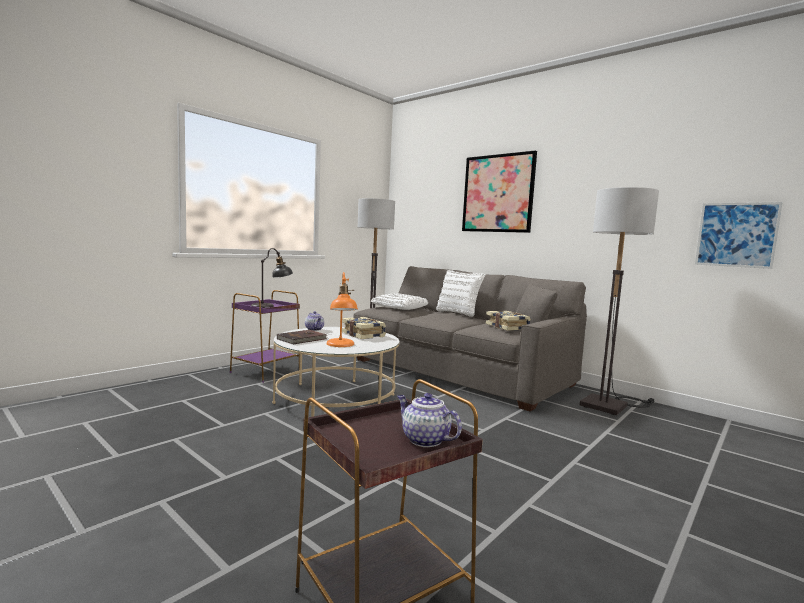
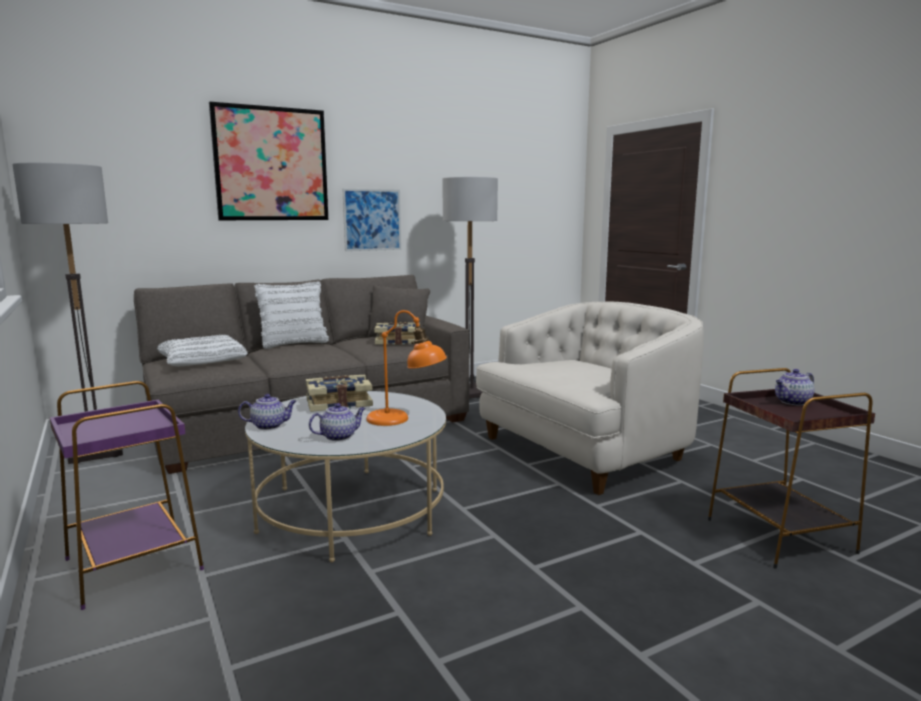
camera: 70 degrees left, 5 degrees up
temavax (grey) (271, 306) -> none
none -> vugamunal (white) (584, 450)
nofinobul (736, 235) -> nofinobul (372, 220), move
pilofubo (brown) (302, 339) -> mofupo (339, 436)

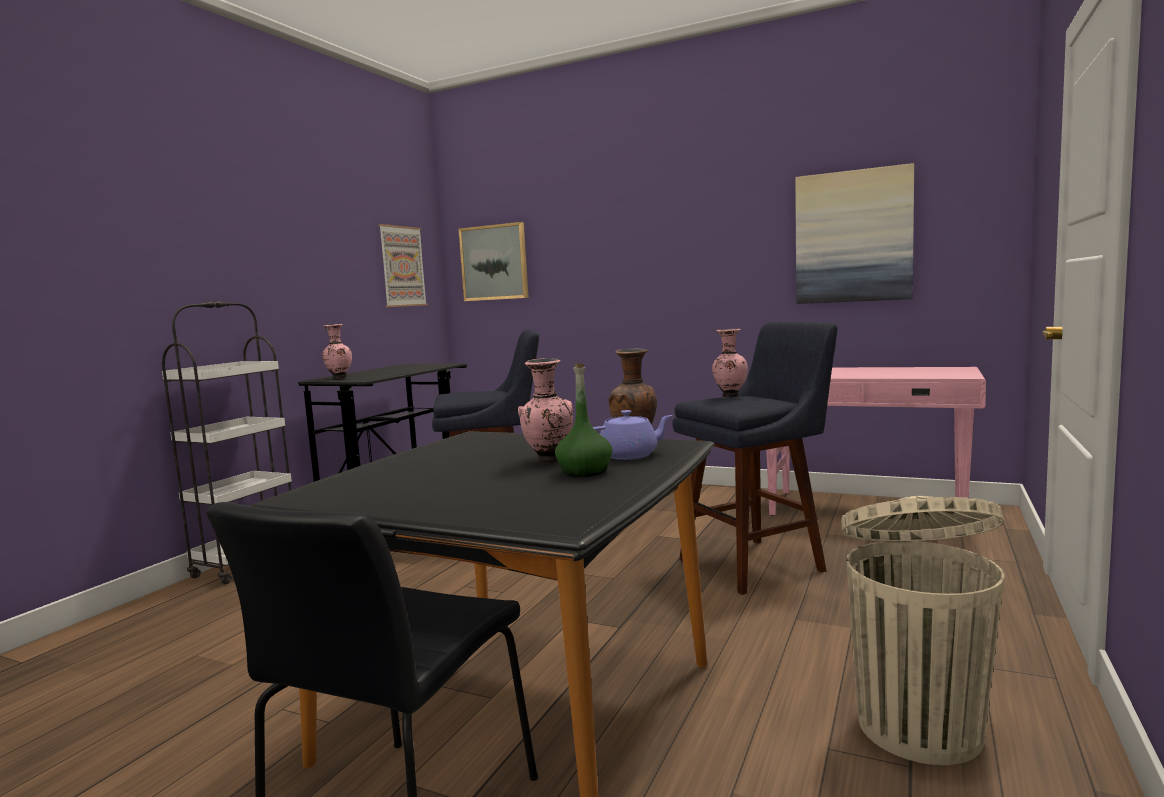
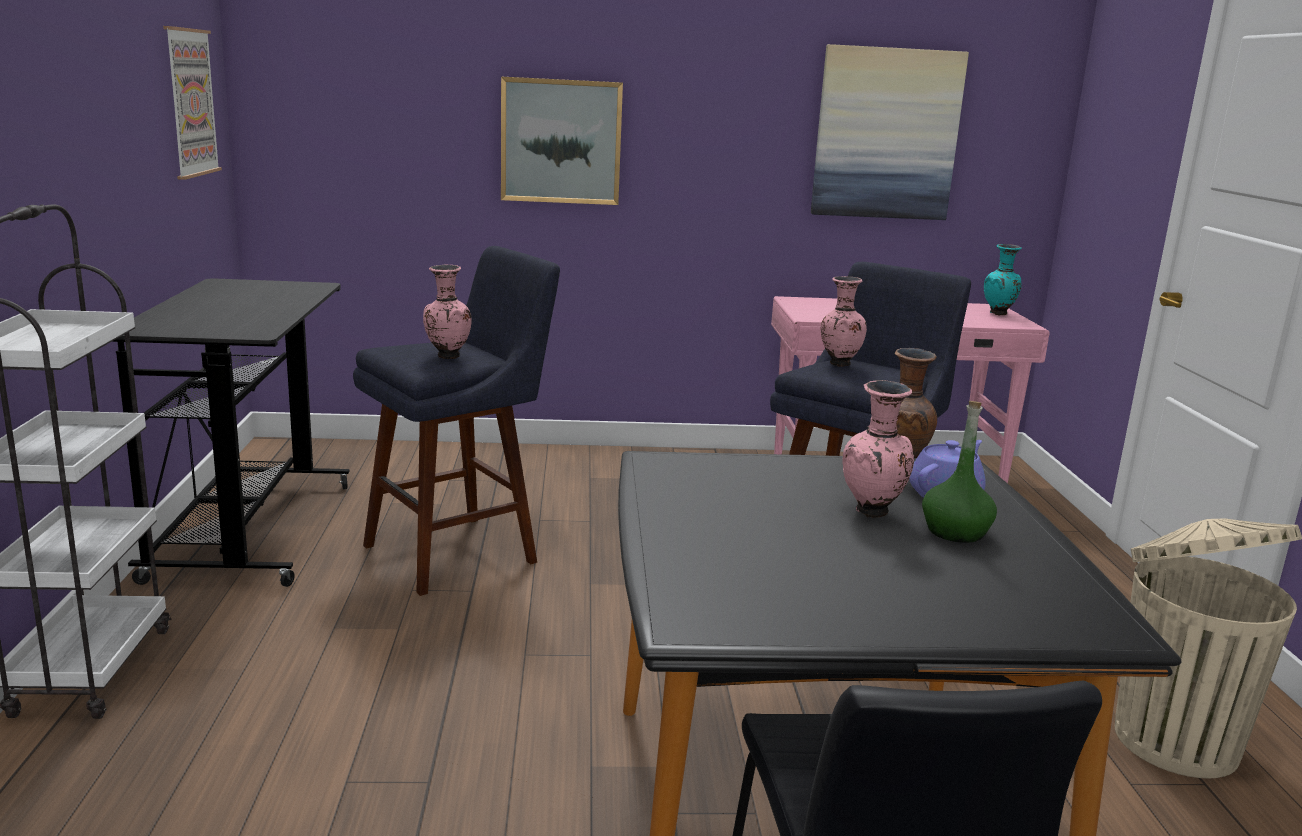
camera: 30 degrees left, 10 degrees up
none -> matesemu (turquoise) (998, 314)
matesemu (pink) (338, 378) -> matesemu (pink) (446, 356), move
nofinobul (494, 262) -> nofinobul (561, 141), move

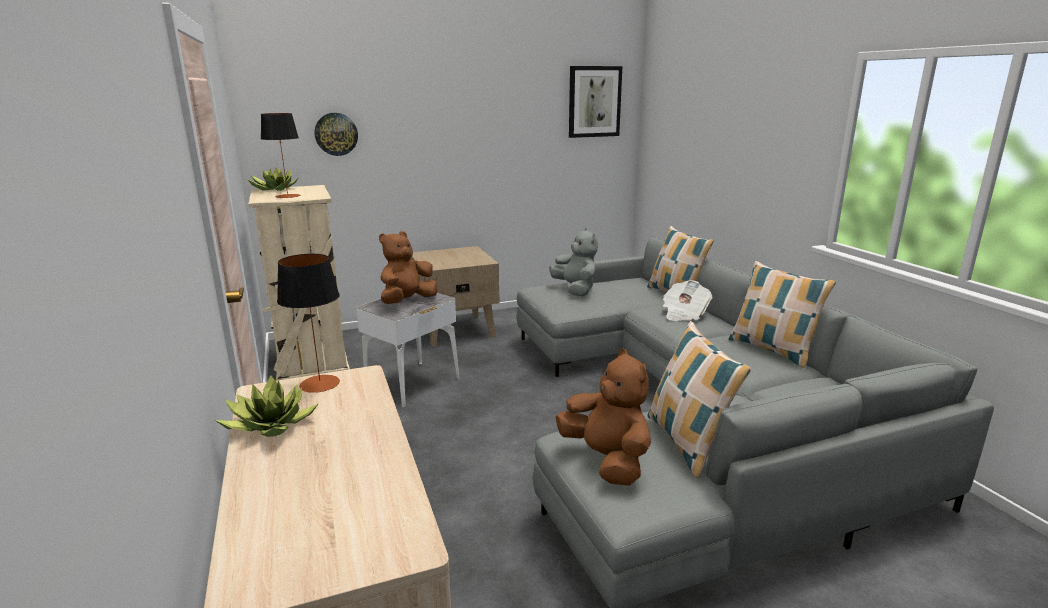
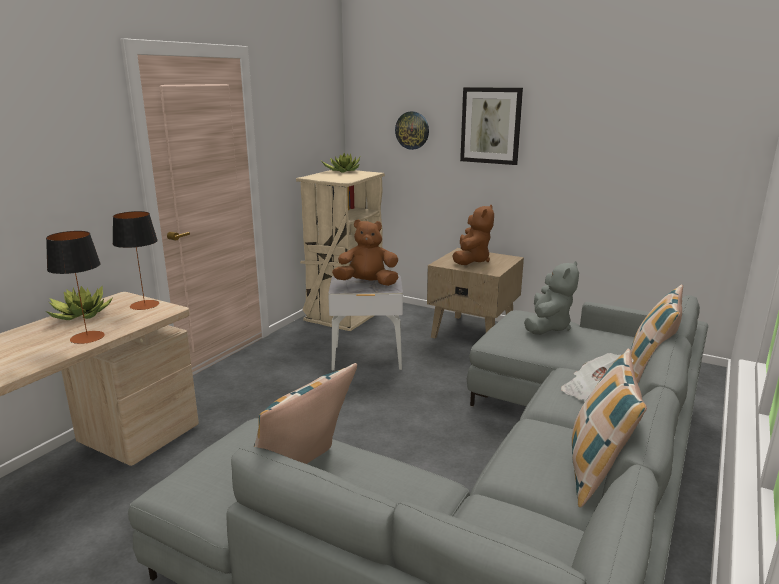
camera: 50 degrees right, 0 degrees up
temavax (287, 196) -> temavax (87, 337), move
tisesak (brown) (607, 460) -> tisesak (brown) (471, 260), move
nofinobul (594, 102) -> nofinobul (491, 125), move

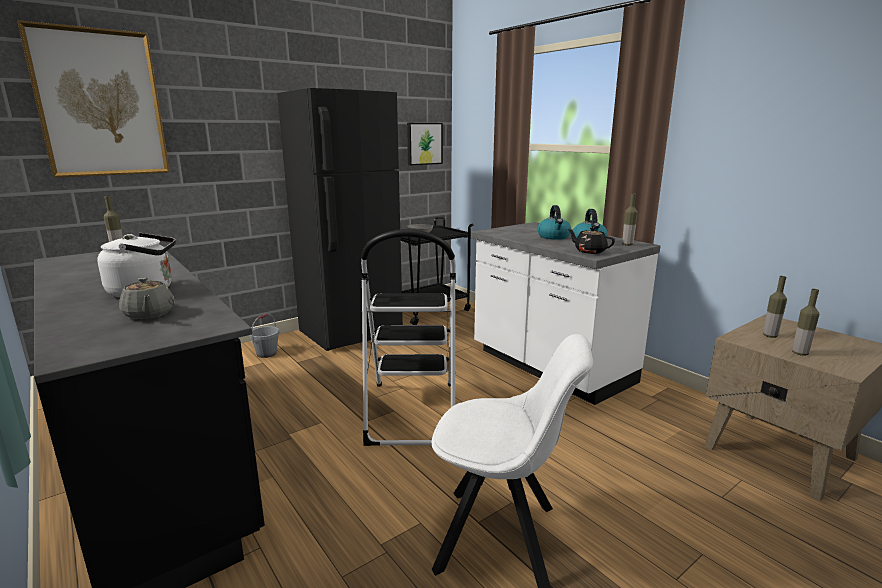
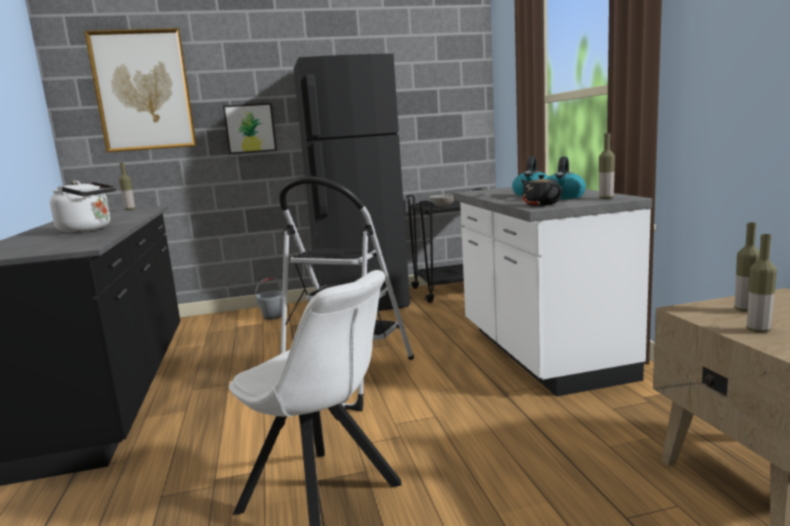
camera: 25 degrees right, 5 degrees down
mofupo (grey) (149, 314) -> none
nofinobul (424, 143) -> nofinobul (250, 128), move

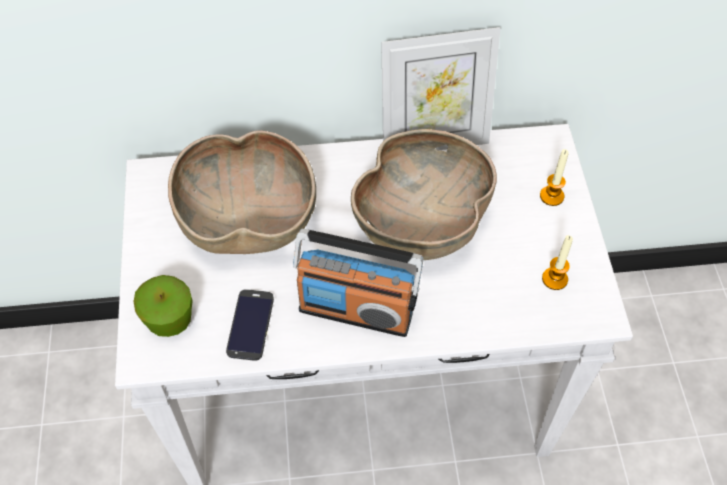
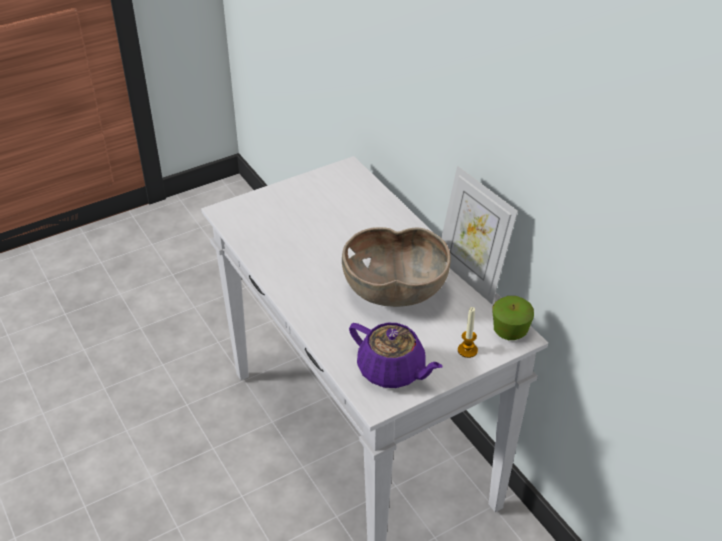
camera: 65 degrees right, 15 degrees down
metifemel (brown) (248, 220) -> none
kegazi (250, 325) -> none
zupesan (356, 310) -> none
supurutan (169, 319) -> supurutan (510, 331), move
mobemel (554, 279) -> mofupo (purple) (392, 371)

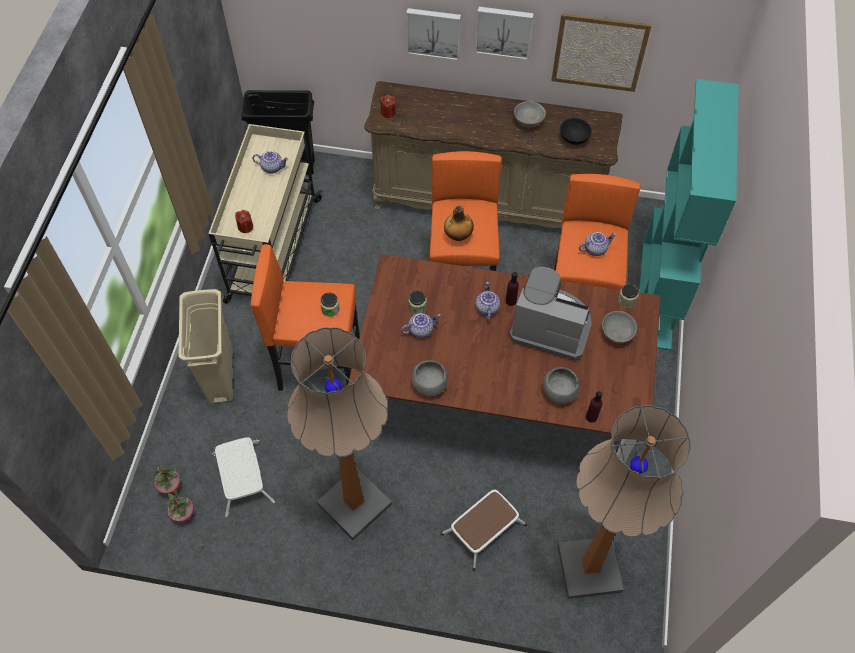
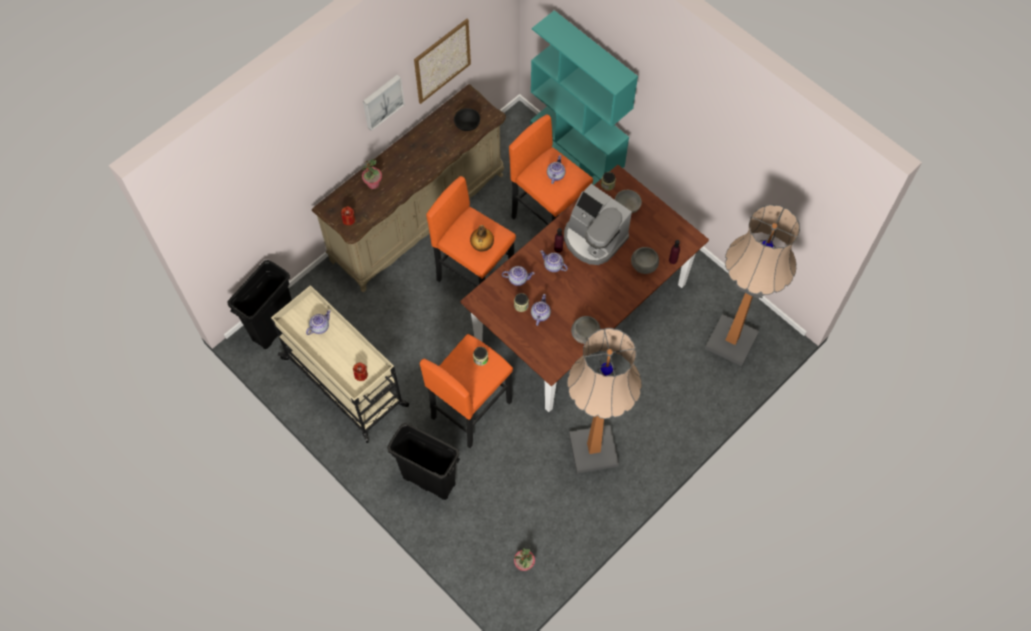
camera: 55 degrees left, 5 degrees up
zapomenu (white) (243, 477) -> none
nofinobul (434, 32) -> none
zapomenu (brown) (483, 529) -> none
metifemel (grey) (528, 121) -> none
none -> mofupo (518, 279)
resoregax (171, 488) -> resoregax (373, 184), move
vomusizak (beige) (220, 376) -> vomusizak (black) (428, 480)
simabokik (550, 325) -> simabokik (593, 238), 105 degrees counterclockwise

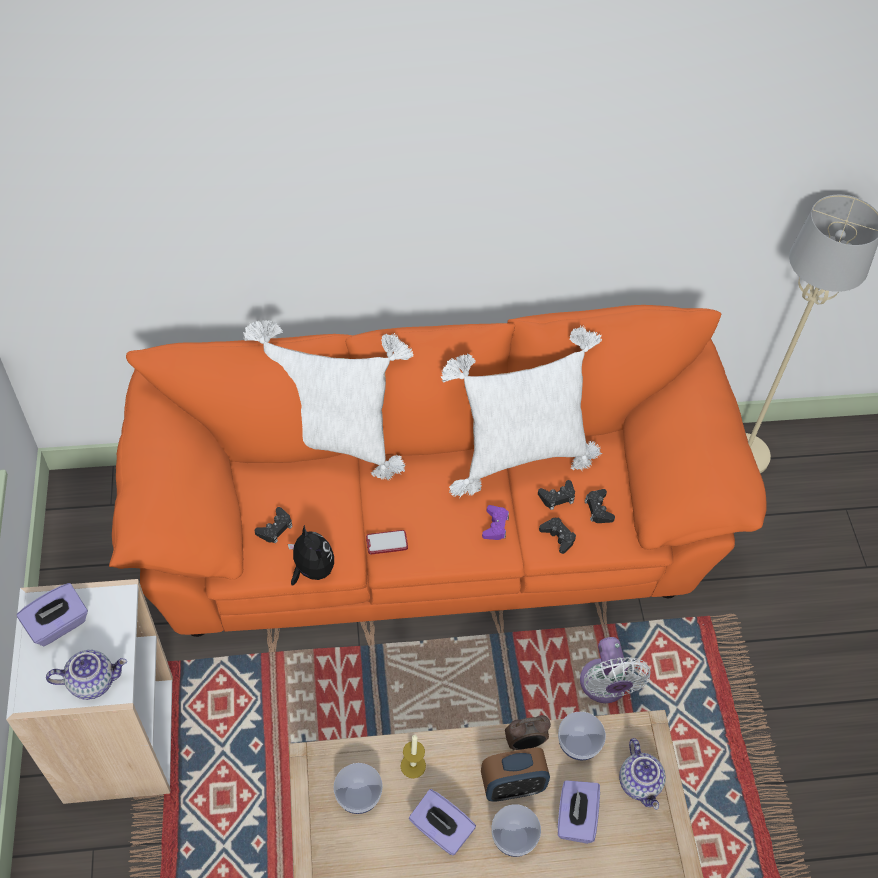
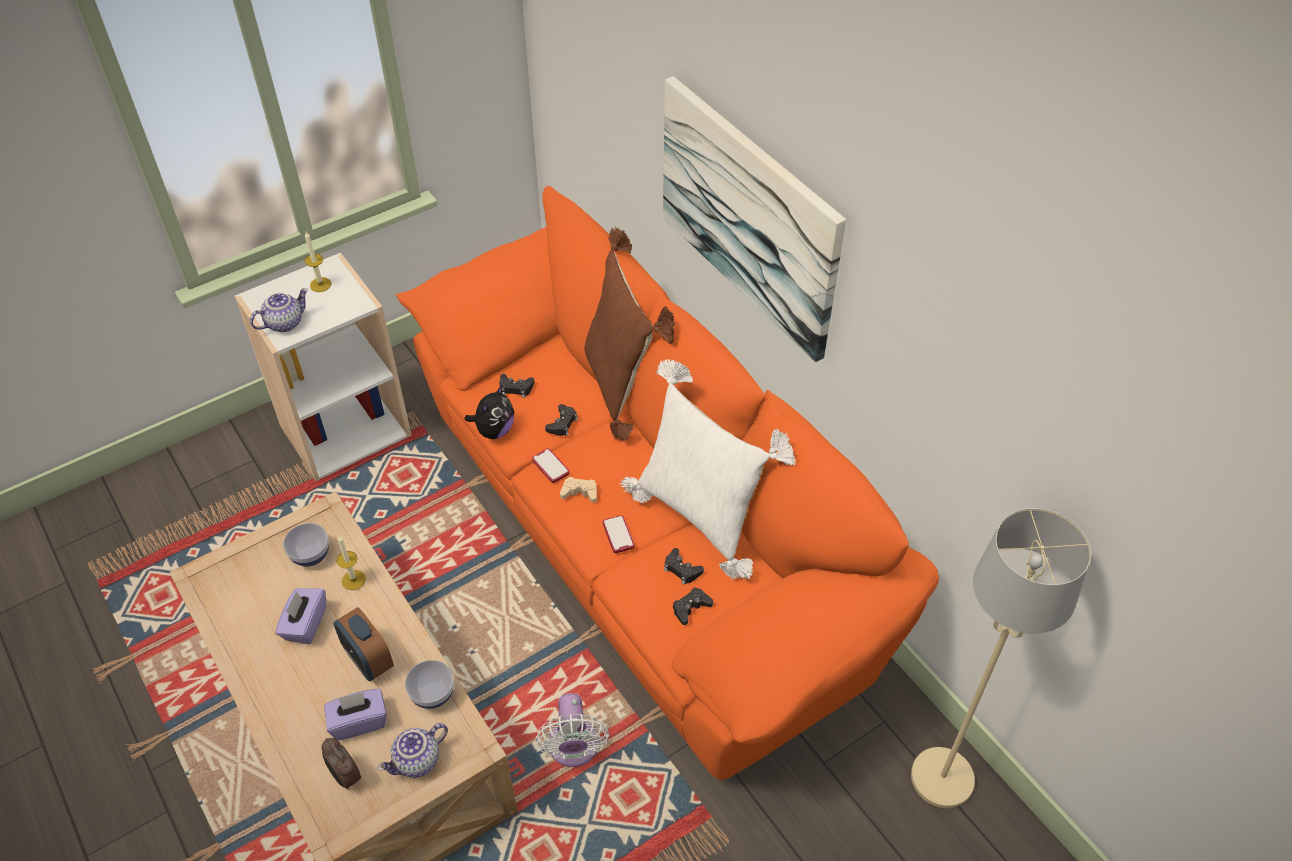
camera: 65 degrees right, 5 degrees down
metifemel (513, 837) -> none
none -> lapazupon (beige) (580, 492)
none -> nofinobul (748, 216)
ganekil (525, 743) -> ganekil (345, 776), move
lapazupon (black) (558, 537) -> lapazupon (black) (562, 423), move
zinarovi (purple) (58, 625) -> mobemel (320, 284)
lapazupon (purple) (495, 525) -> kegazi (618, 535)
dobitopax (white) (329, 448) -> dobitopax (brown) (620, 388)
mofupo (93, 681) -> mofupo (284, 322), 90 degrees counterclockwise
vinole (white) (604, 687) -> vinole (white) (574, 749), 60 degrees counterclockwise

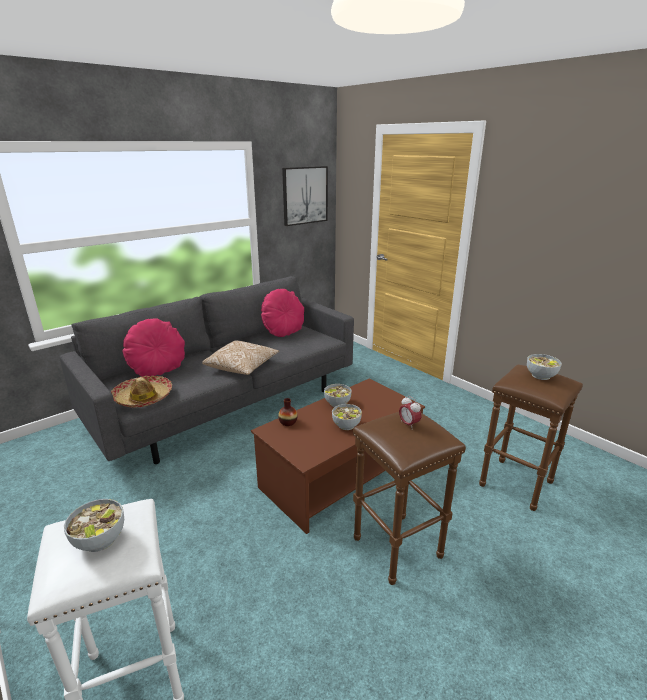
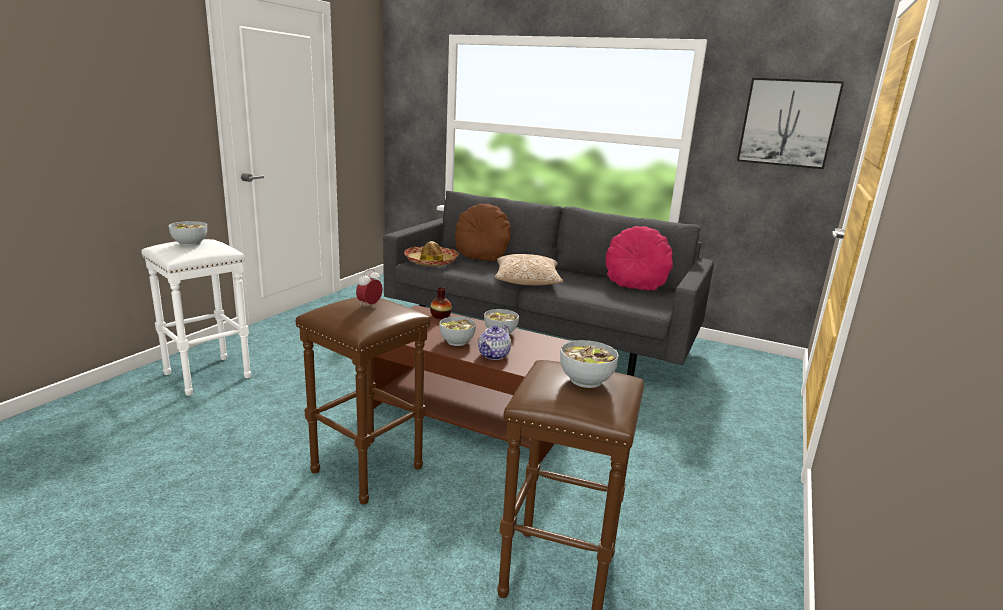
camera: 65 degrees right, 5 degrees down
none -> mofupo (494, 355)
dobitopax (pink) (158, 371) -> dobitopax (brown) (481, 258)

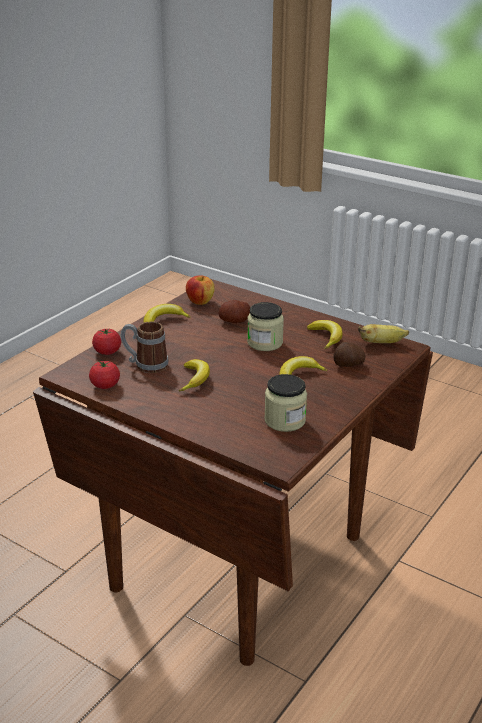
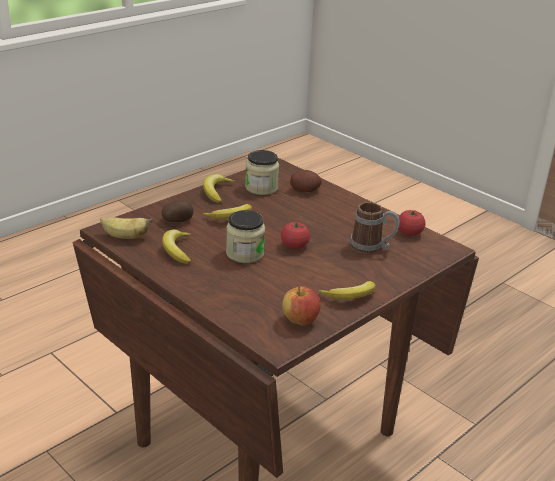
camera: 170 degrees left, 0 degrees up
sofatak (107, 352) -> sofatak (294, 246), move
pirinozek (195, 379) -> pirinozek (216, 192), move
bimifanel (234, 321) -> bimifanel (305, 190), move

